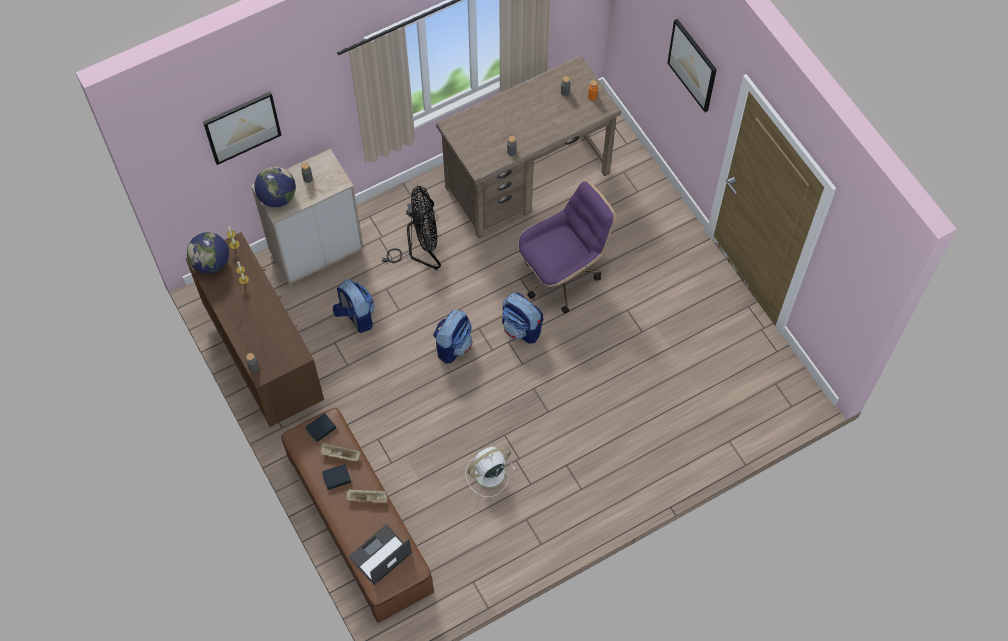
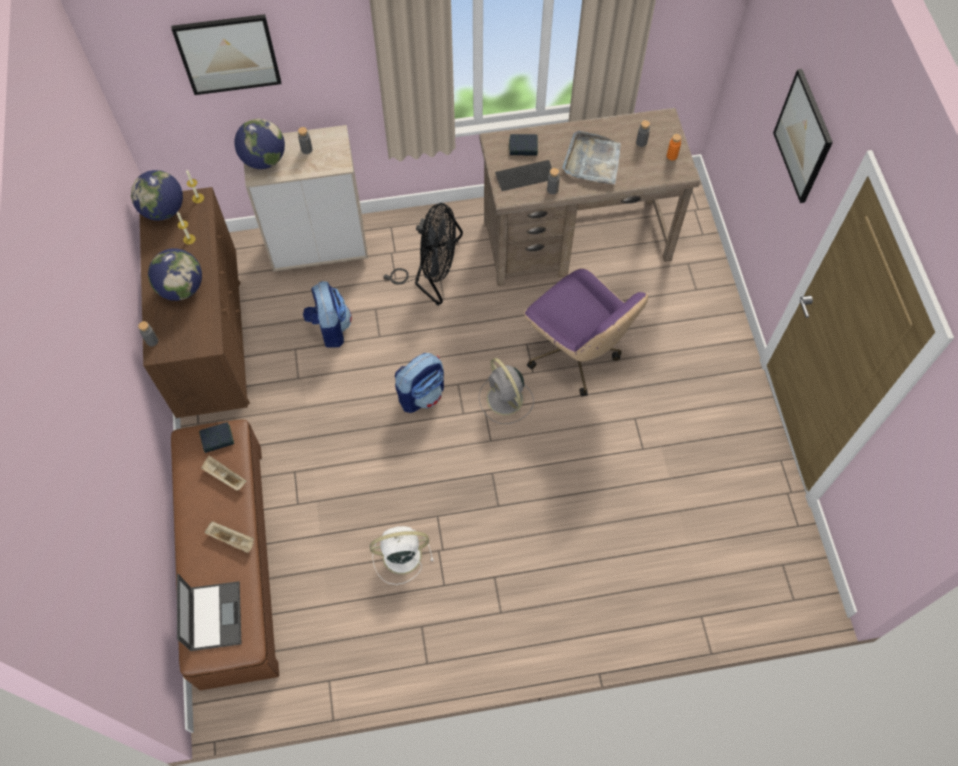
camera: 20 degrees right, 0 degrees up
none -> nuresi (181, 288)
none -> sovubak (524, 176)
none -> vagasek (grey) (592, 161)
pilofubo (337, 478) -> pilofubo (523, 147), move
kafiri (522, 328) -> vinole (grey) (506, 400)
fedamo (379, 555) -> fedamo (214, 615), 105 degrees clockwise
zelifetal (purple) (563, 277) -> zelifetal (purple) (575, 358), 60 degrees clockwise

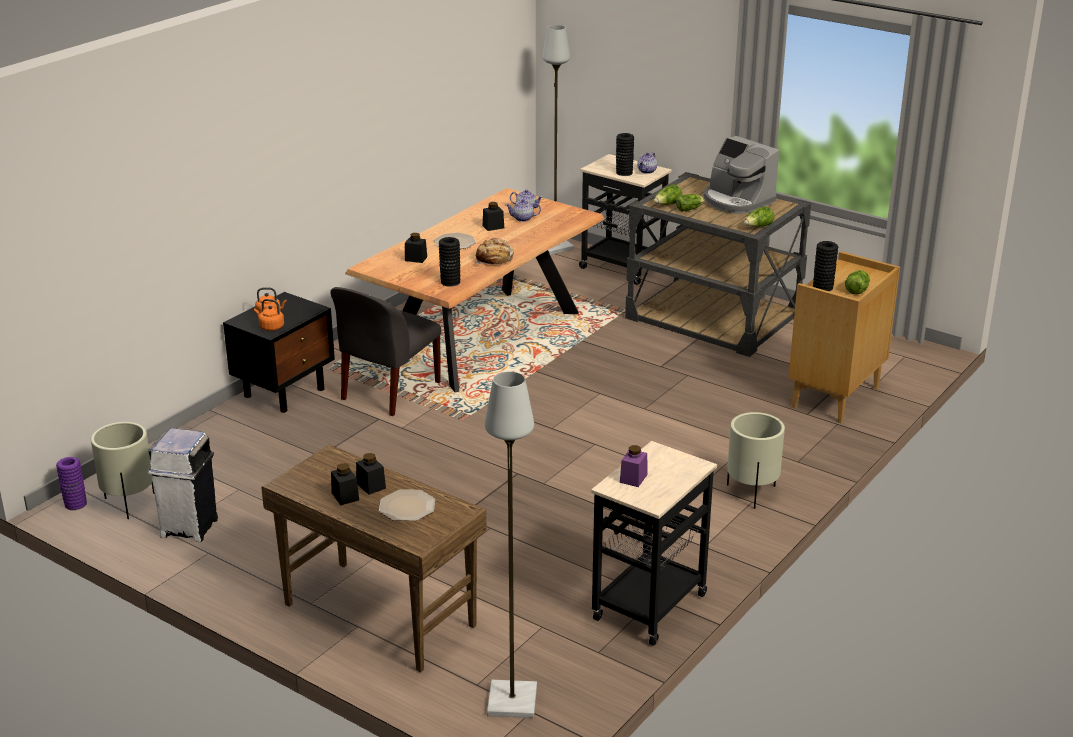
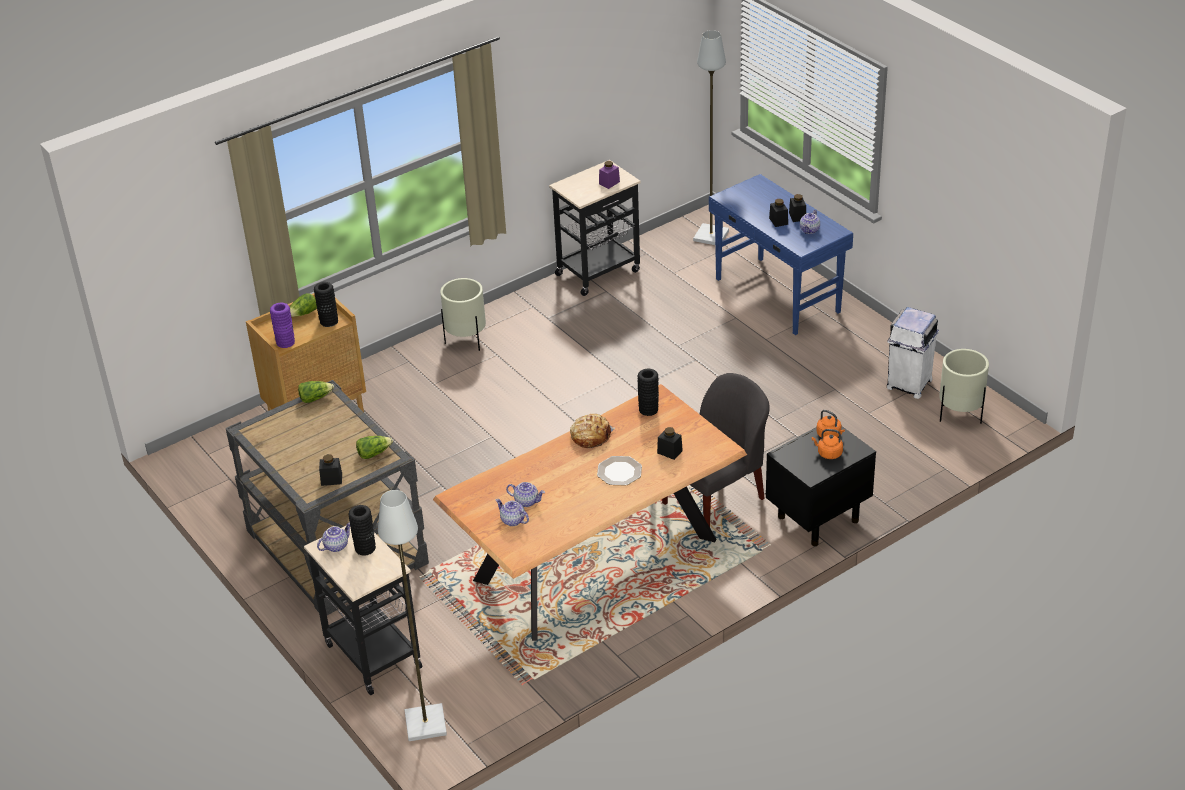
camera: 160 degrees left, 10 degrees up
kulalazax (408, 507) -> none
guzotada (690, 209) -> none
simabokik (737, 201) -> none
none -> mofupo (810, 230)
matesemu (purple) (75, 504) -> matesemu (purple) (285, 342), move
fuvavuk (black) (493, 227) -> fuvavuk (black) (331, 479), move
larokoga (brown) (378, 615) -> larokoga (blue) (778, 296)

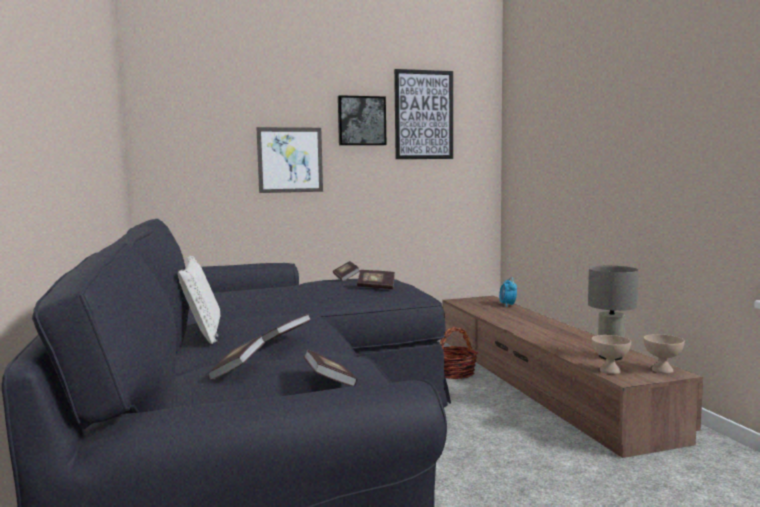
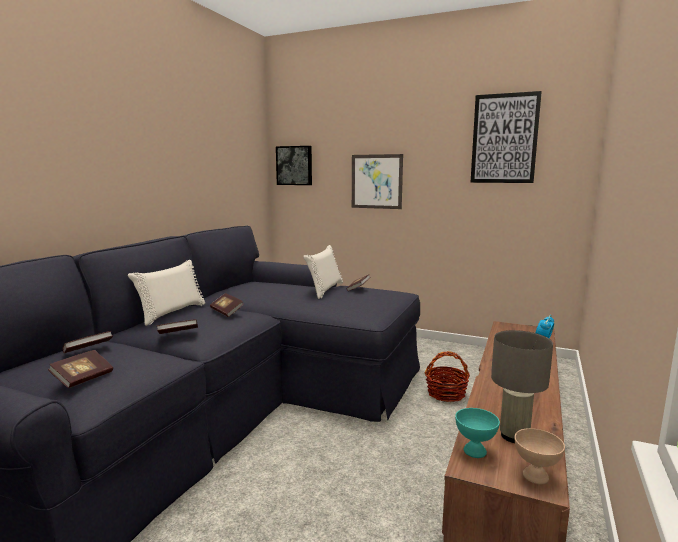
camera: 40 degrees right, 5 degrees up
none -> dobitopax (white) (325, 290)
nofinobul (361, 121) -> nofinobul (294, 165), move
pilofubo (376, 287) -> pilofubo (227, 312), move
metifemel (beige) (610, 371) -> metifemel (turquoise) (475, 452)

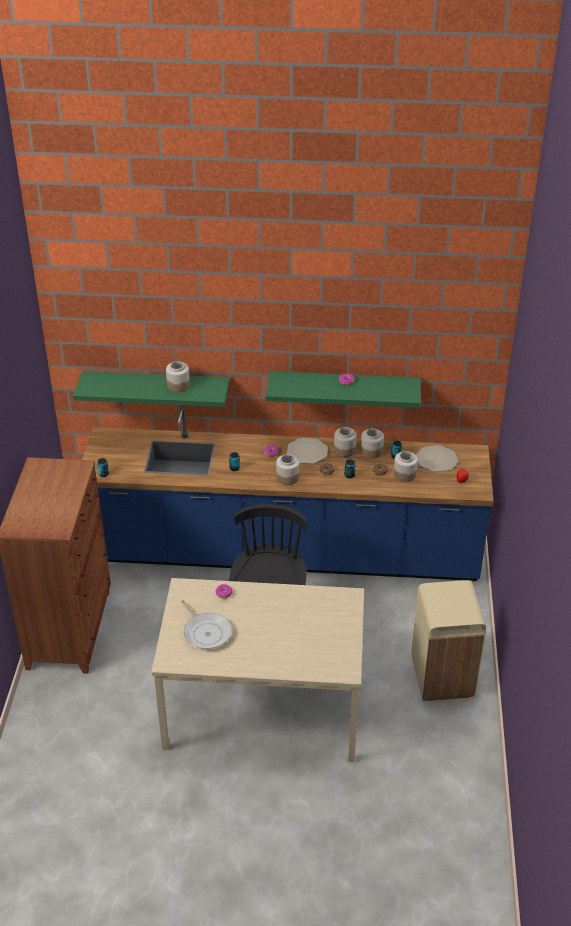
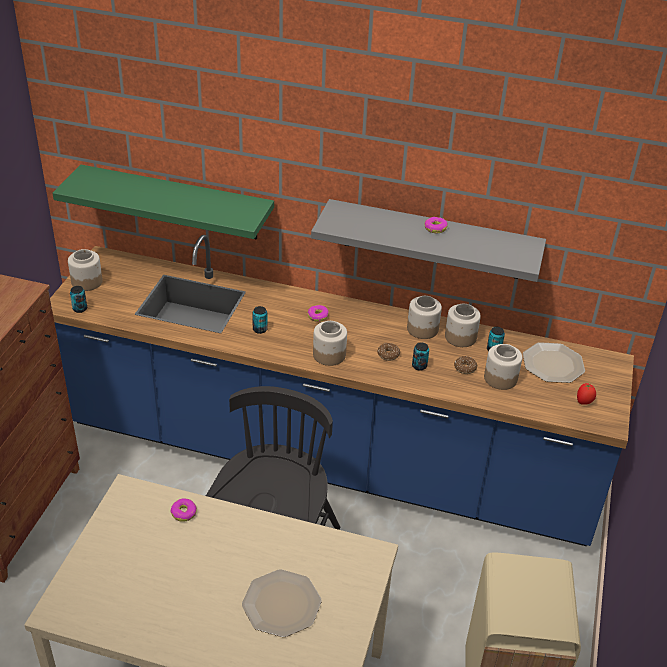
camera: 10 degrees right, 0 degrees up
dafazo (206, 632) -> none
fuvavuk (178, 385) -> fuvavuk (87, 282), move
kulalazax (307, 451) -> kulalazax (282, 603), move
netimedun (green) (343, 388) -> netimedun (grey) (432, 240)

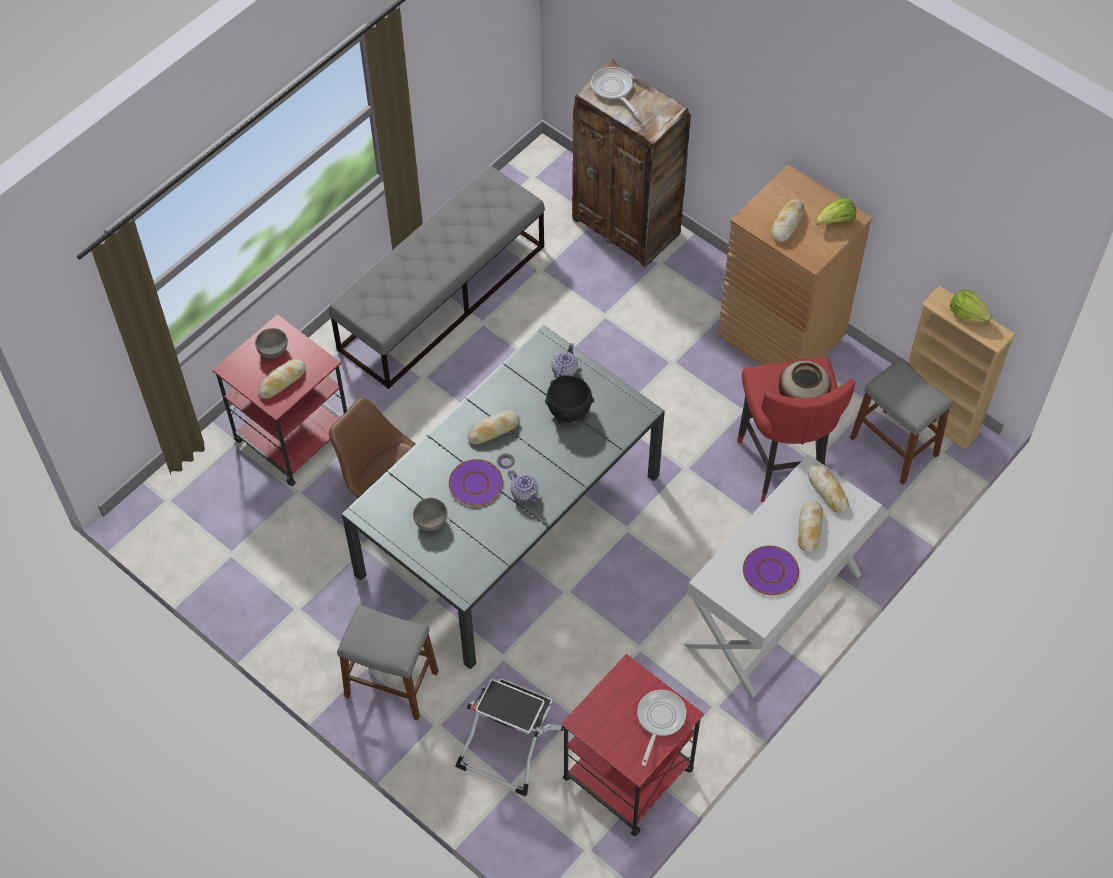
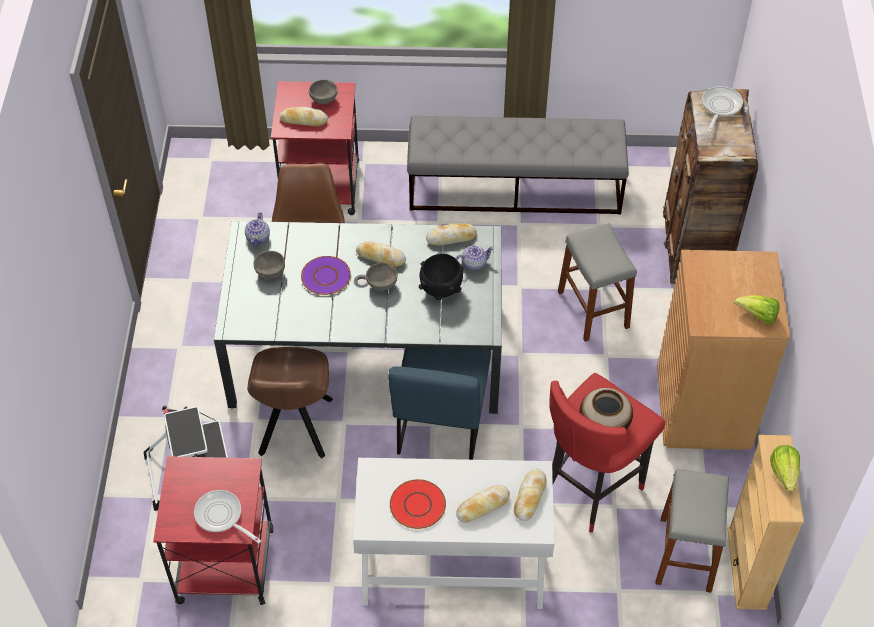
camera: 50 degrees right, 5 degrees down
none -> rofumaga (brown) (295, 427)
none -> metifemel (grey) (382, 284)
none -> rofumaga (blue) (440, 424)
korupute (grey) (391, 684) -> korupute (grey) (593, 309), move
mofupo (525, 493) -> mofupo (258, 238), move
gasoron (787, 223) -> gasoron (451, 237), move
kulalazax (purple) (770, 571) -> kulalazax (red) (417, 505)
dafazo (659, 719) -> dafazo (221, 517), 120 degrees counterclockwise

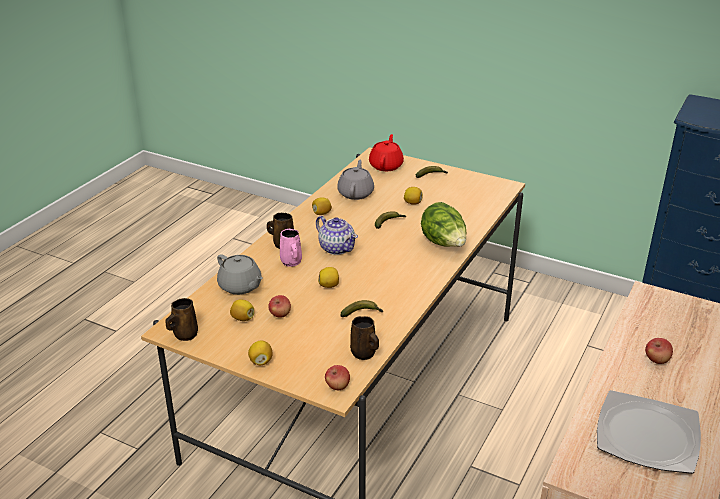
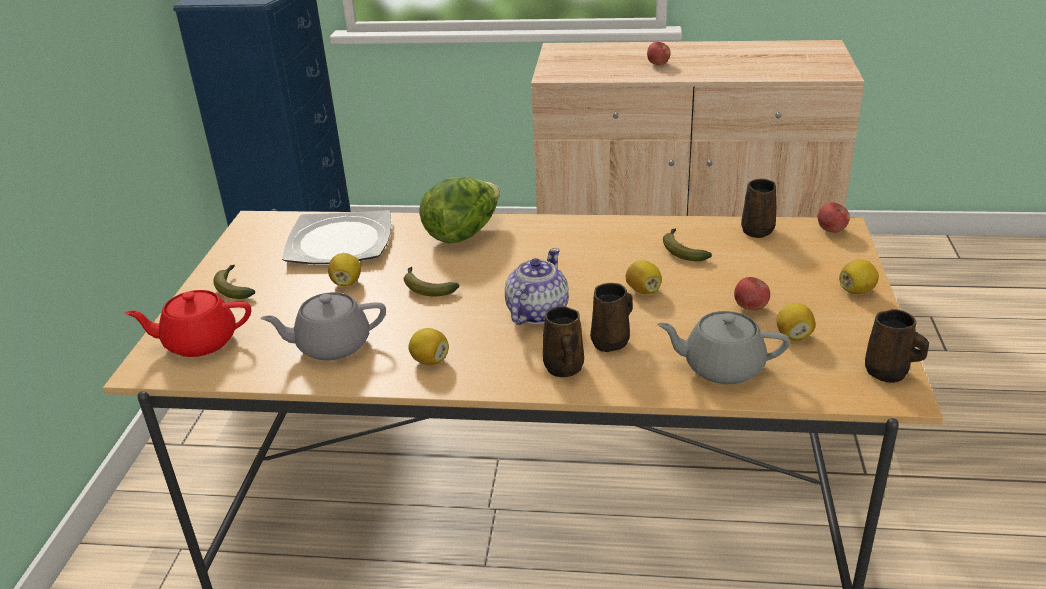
camera: 110 degrees left, 0 degrees up
kulalazax (646, 436) -> kulalazax (340, 242), move
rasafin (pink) (291, 262) -> rasafin (brown) (611, 341)
mofupo (grey) (240, 286) -> mofupo (grey) (722, 367), 105 degrees counterclockwise

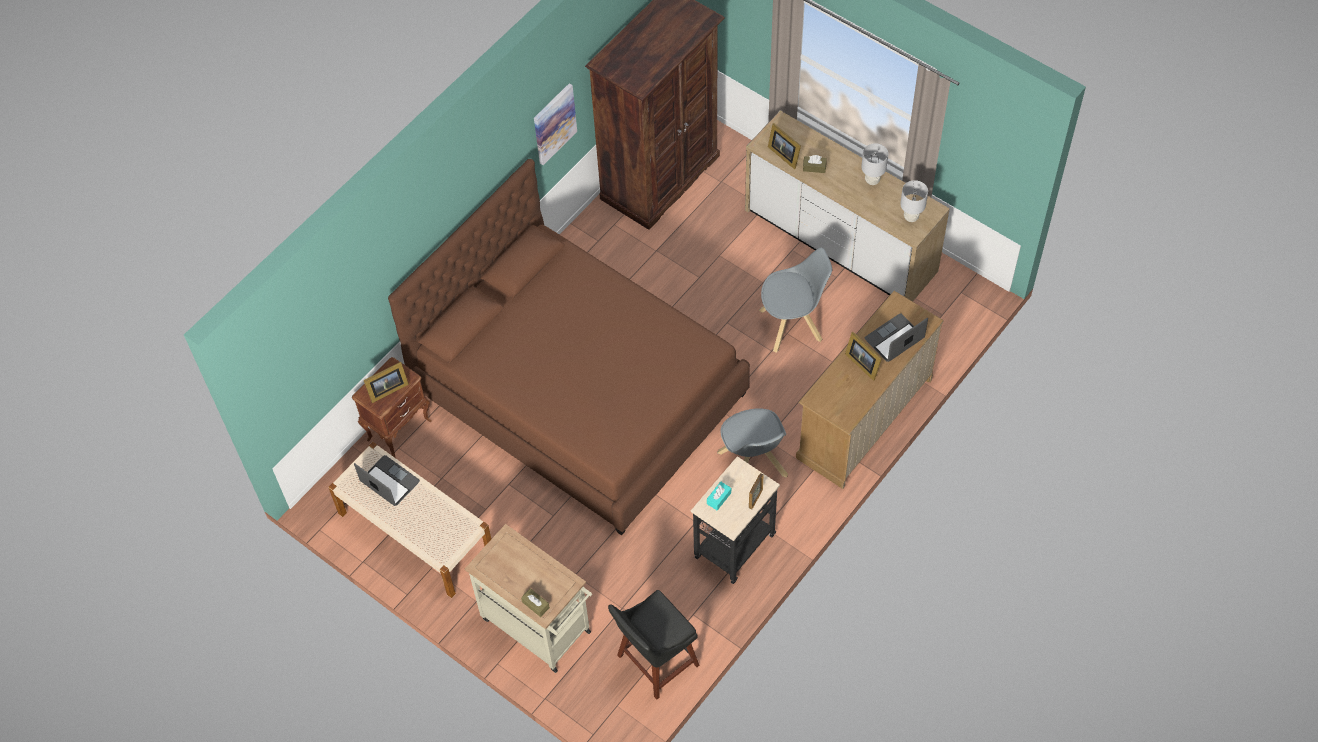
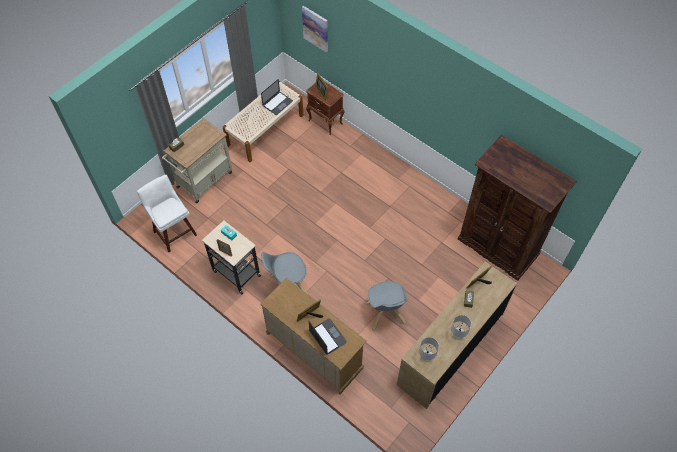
camera: 90 degrees right, 0 degrees up
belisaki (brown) (579, 392) -> none
nofinobul (554, 123) -> nofinobul (316, 28), move
rofumaga (black) (654, 662) -> rofumaga (white) (174, 231)

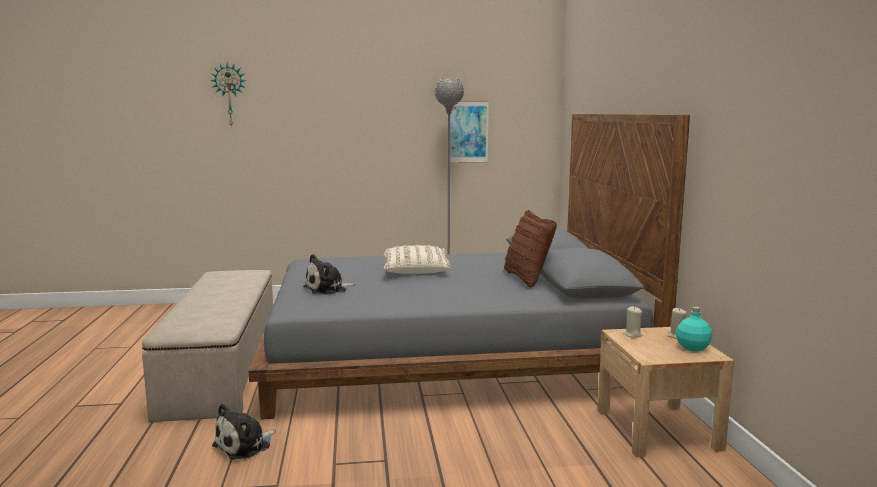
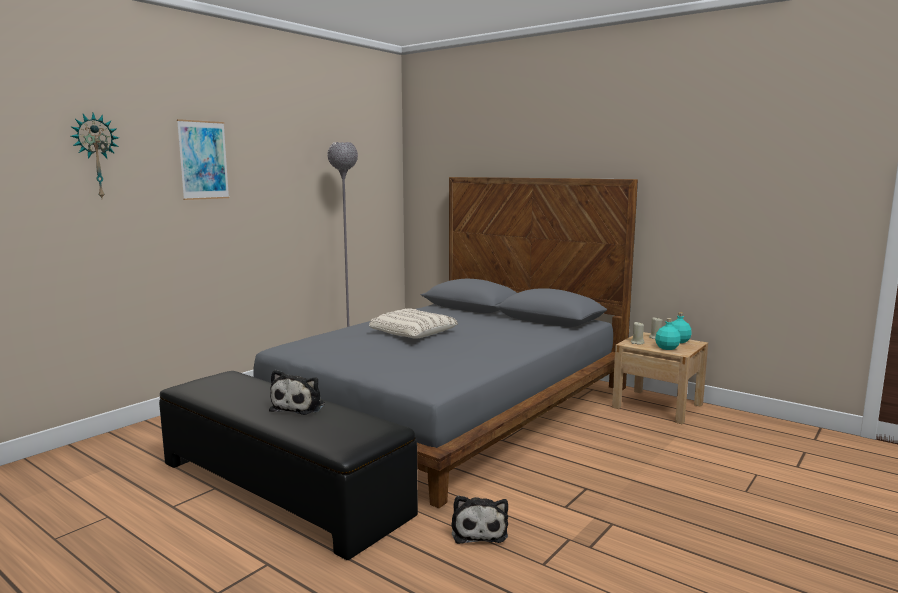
camera: 45 degrees left, 0 degrees up
dobitopax (brown) (528, 279) -> none
none -> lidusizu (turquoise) (667, 348)
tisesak (328, 289) -> tisesak (300, 406), move
nofinobul (468, 132) -> nofinobul (203, 160), move
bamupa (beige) (223, 366) -> bamupa (black) (283, 487)

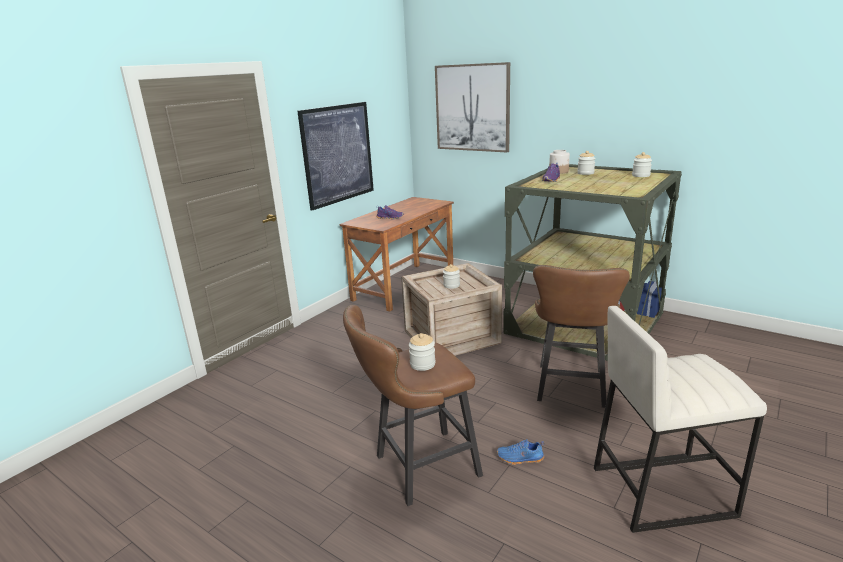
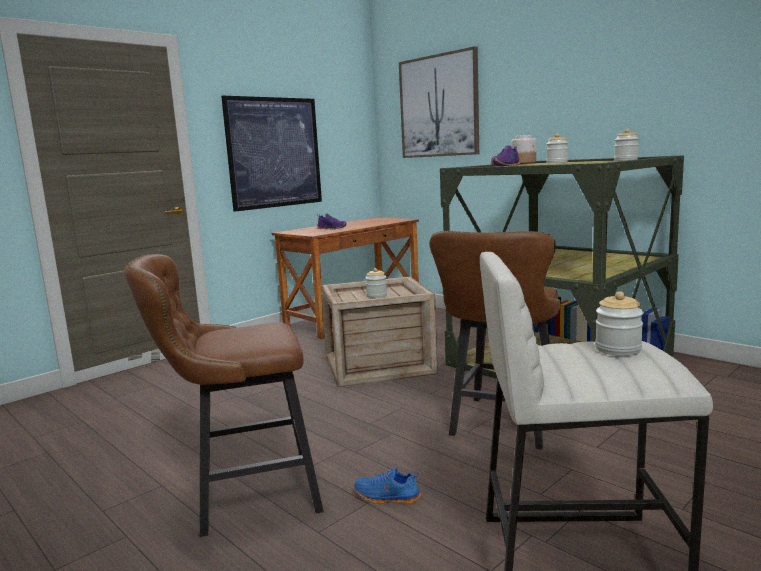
camera: 10 degrees right, 10 degrees down
fuvavuk (422, 364) -> fuvavuk (618, 349), move

